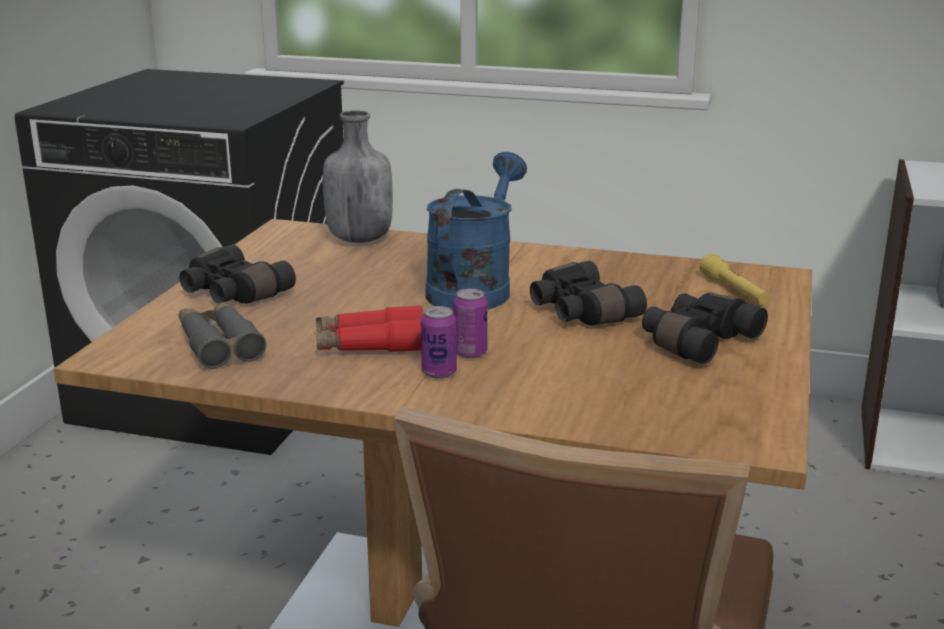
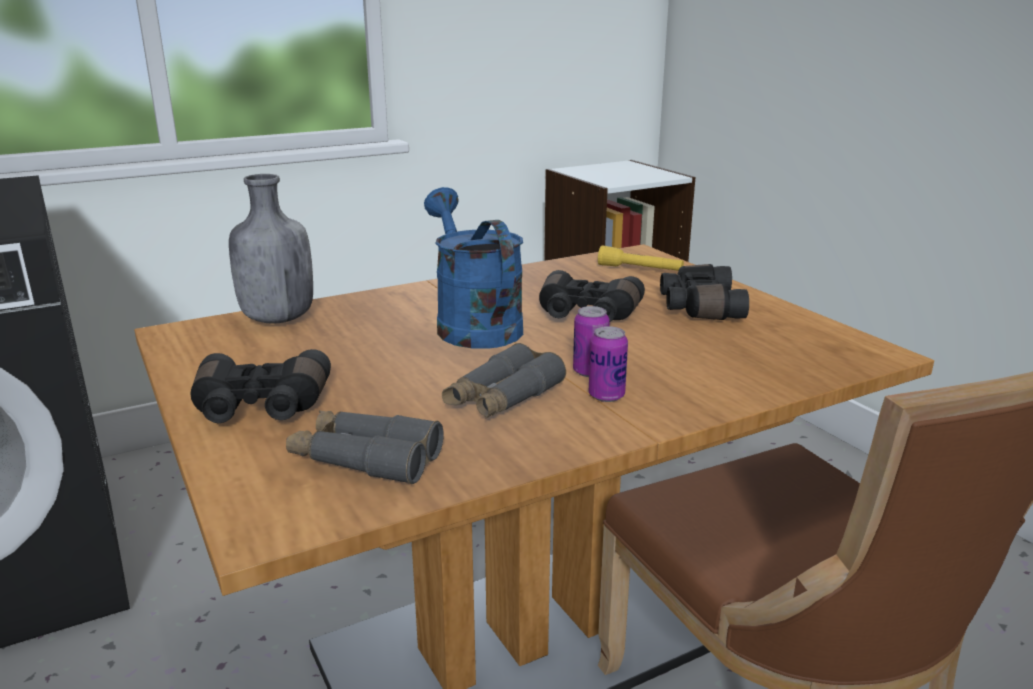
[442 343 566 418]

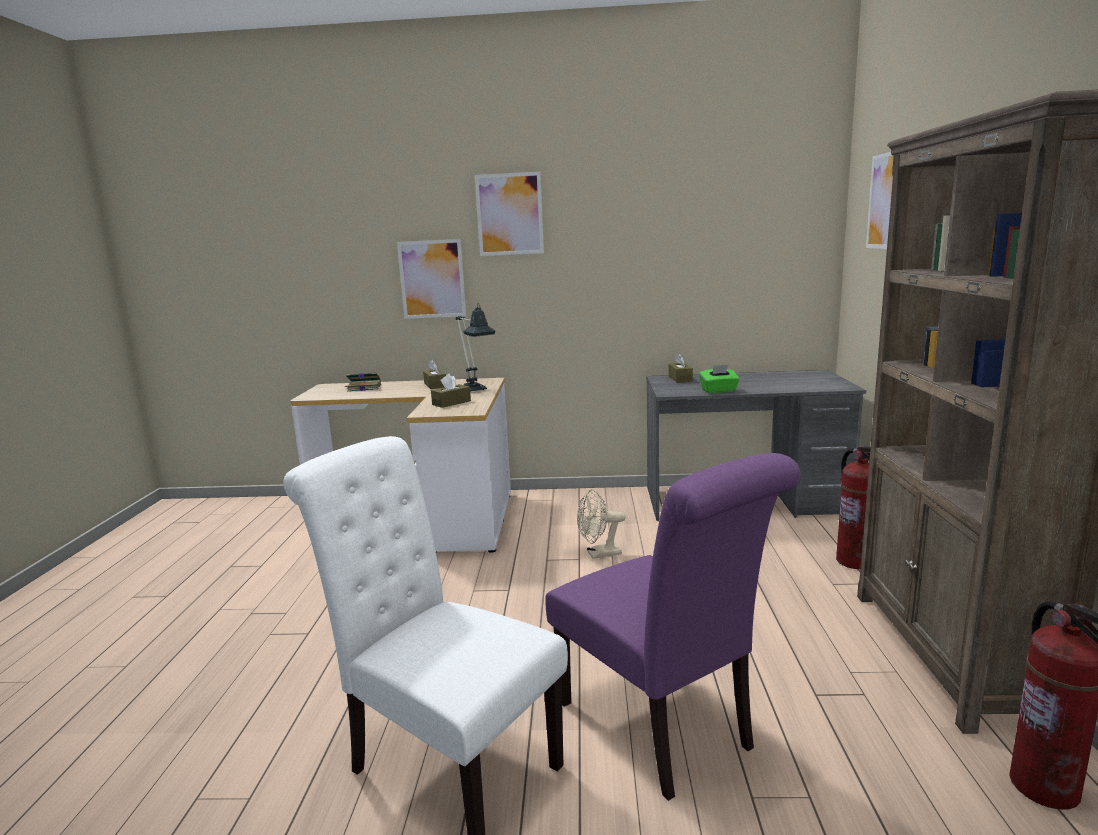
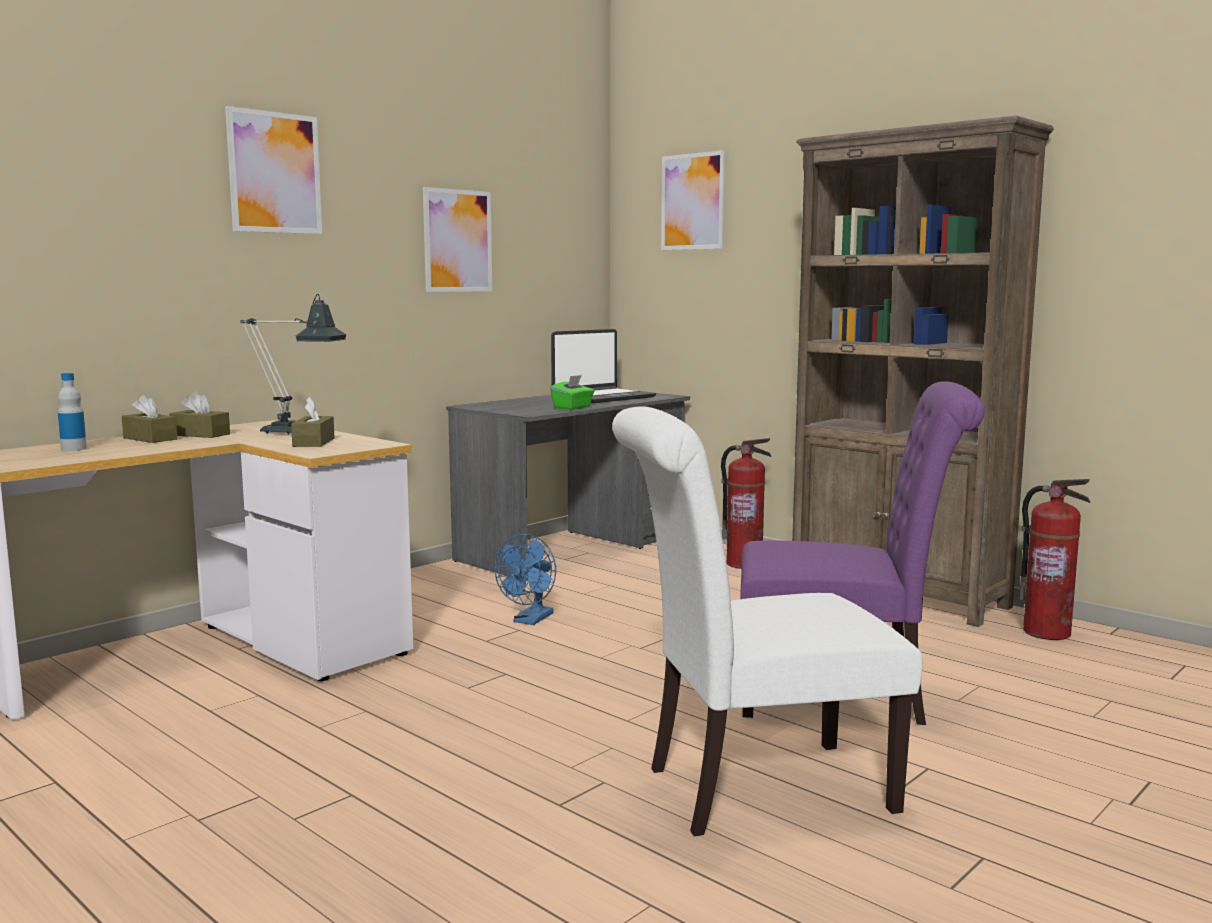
[551 329 656 403]
[423 187 492 292]
[122 394 178 443]
[58 373 87 451]
[494 534 556 625]

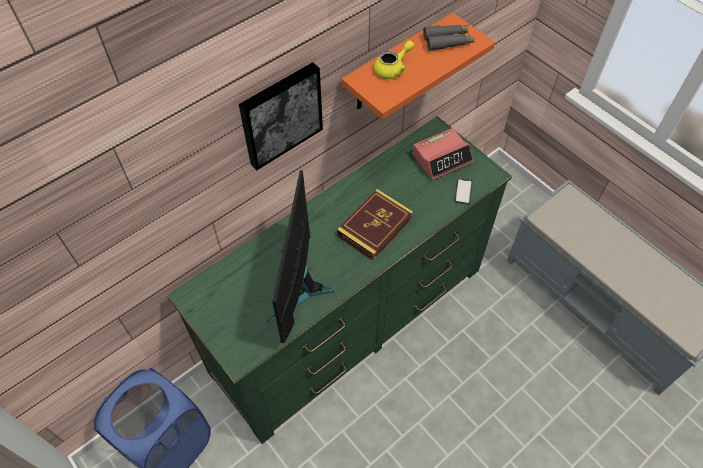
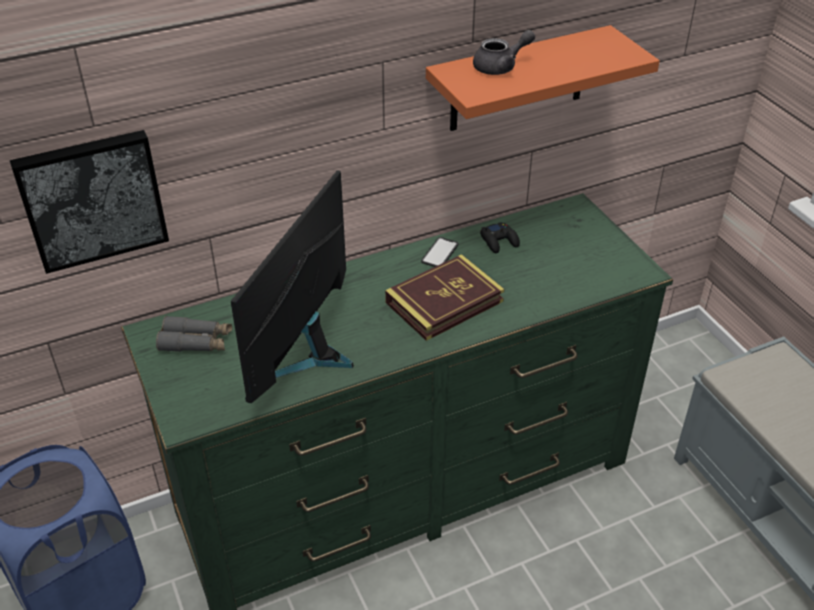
[413 128 473 180] (first image)
[480 222 520 253]
[10 130 169 274]
[156 316 232 352]
[421 237 458 267]
[473 30 535 75]

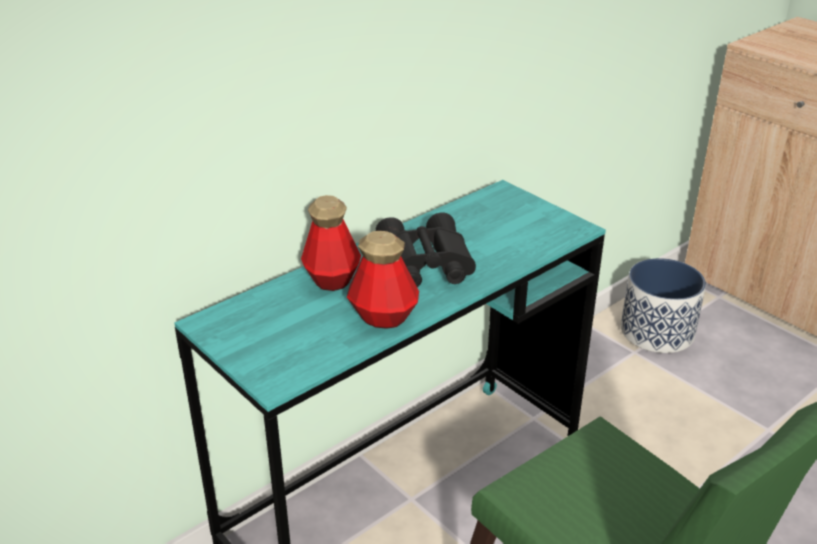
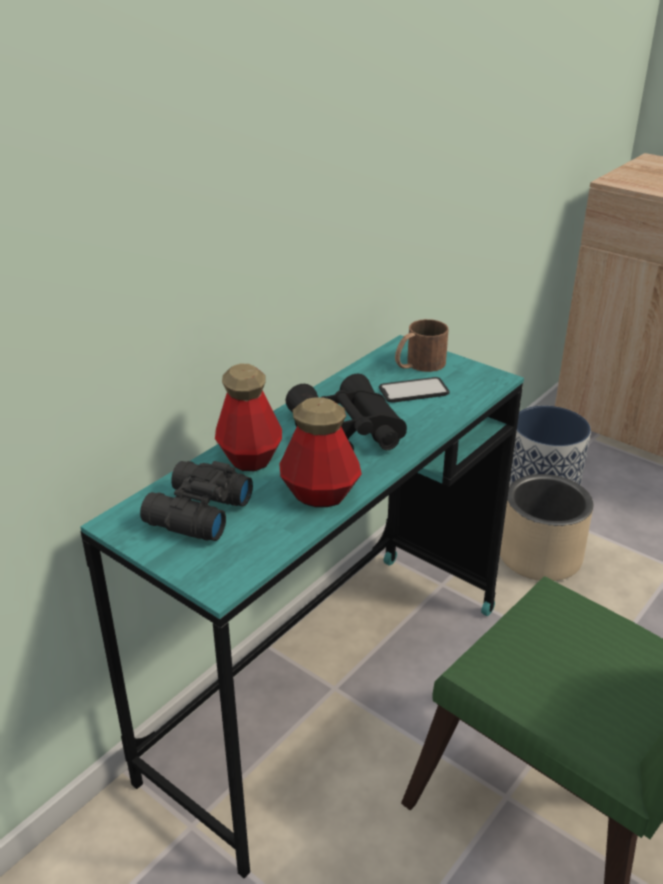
[140 461 253 541]
[379 377 450 403]
[395 319 449 372]
[500 474 593 581]

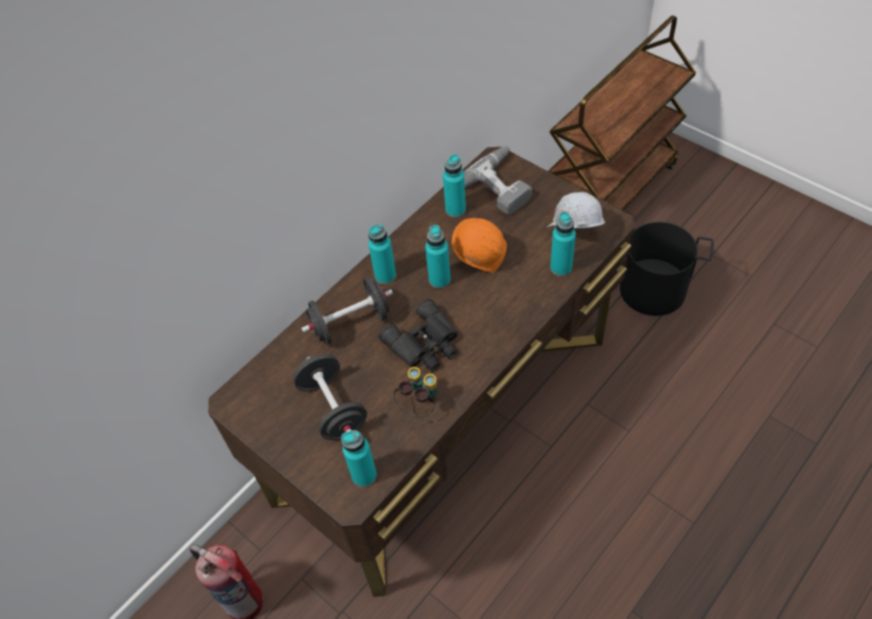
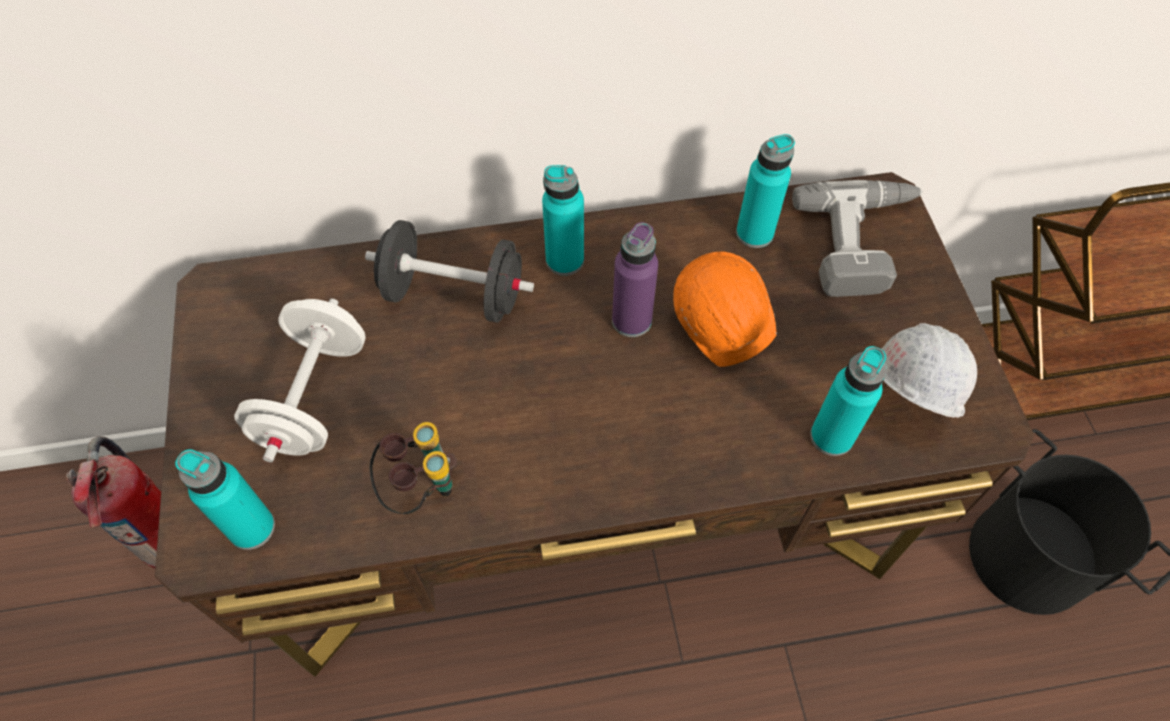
[379 299 458 372] (first image)
[234 299 366 462]
[612 222 658 337]

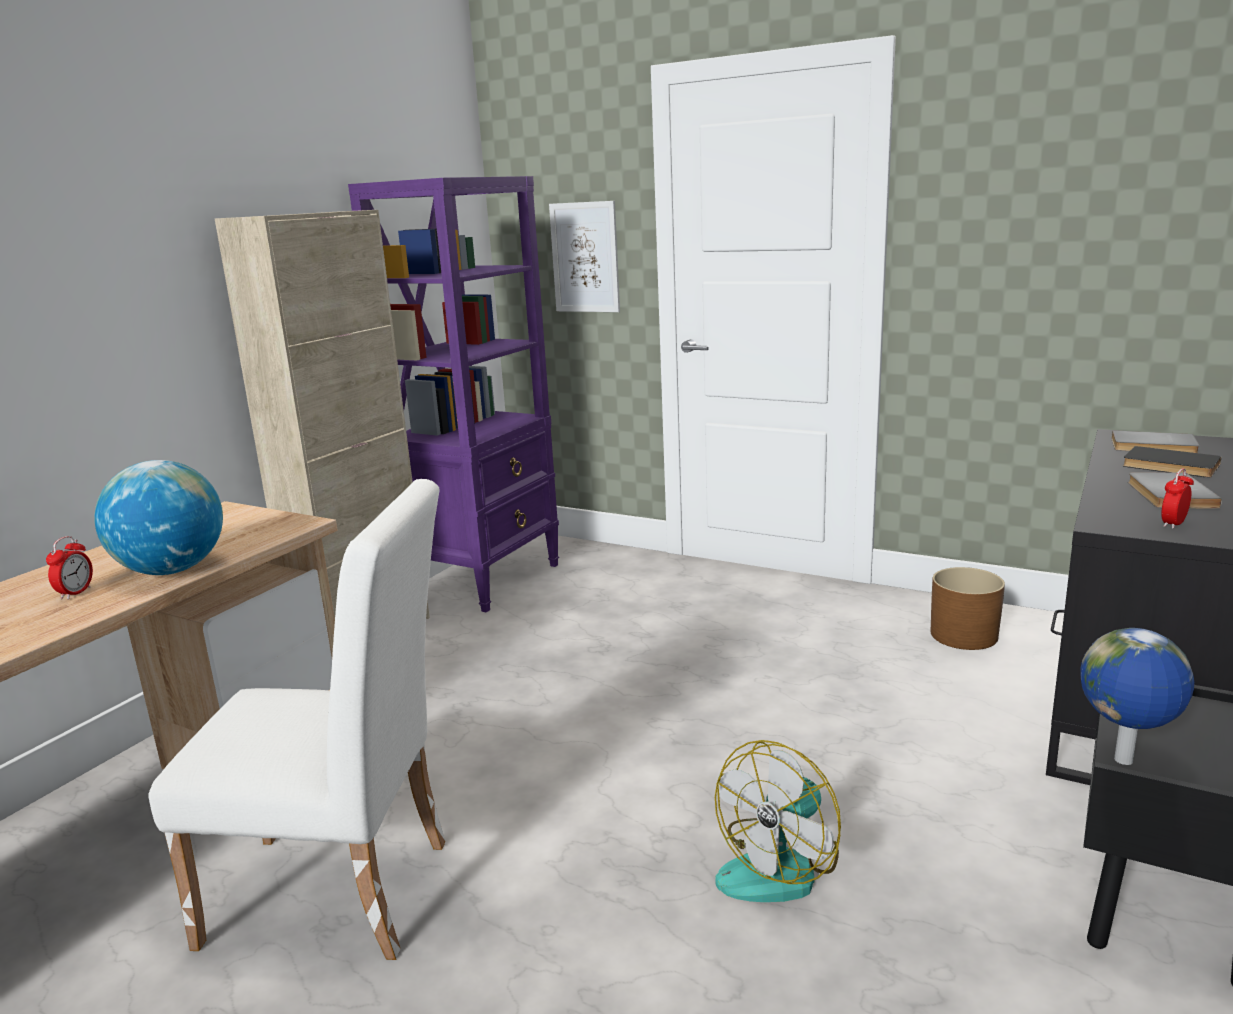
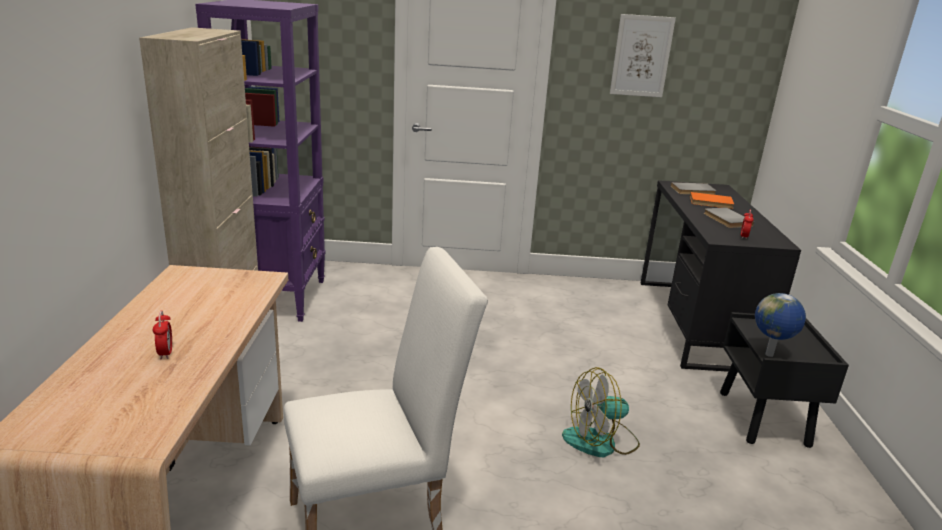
[94 460 223 575] (first image)
[931 567 1005 650] (first image)
[610 14 676 97]
[690 192 734 209]
[562 367 640 457]

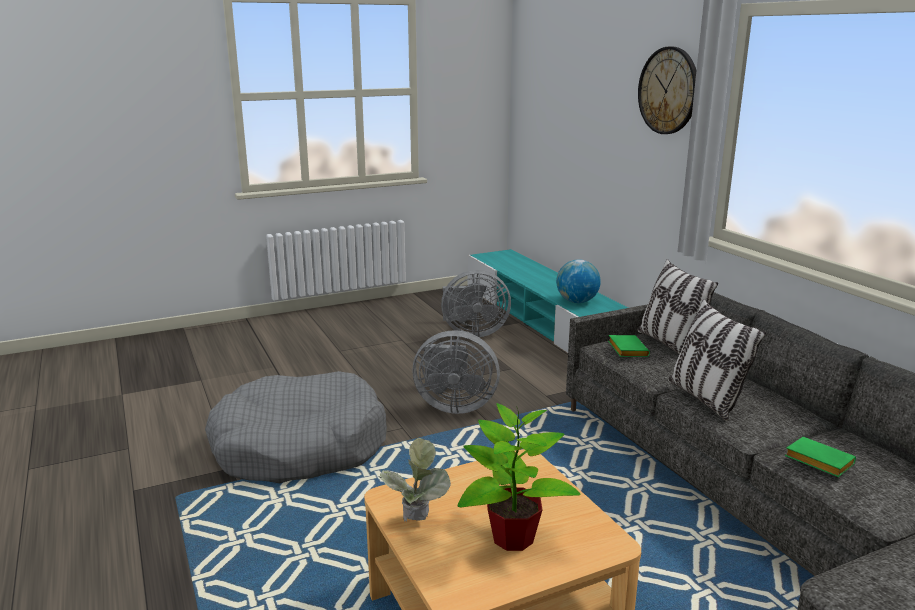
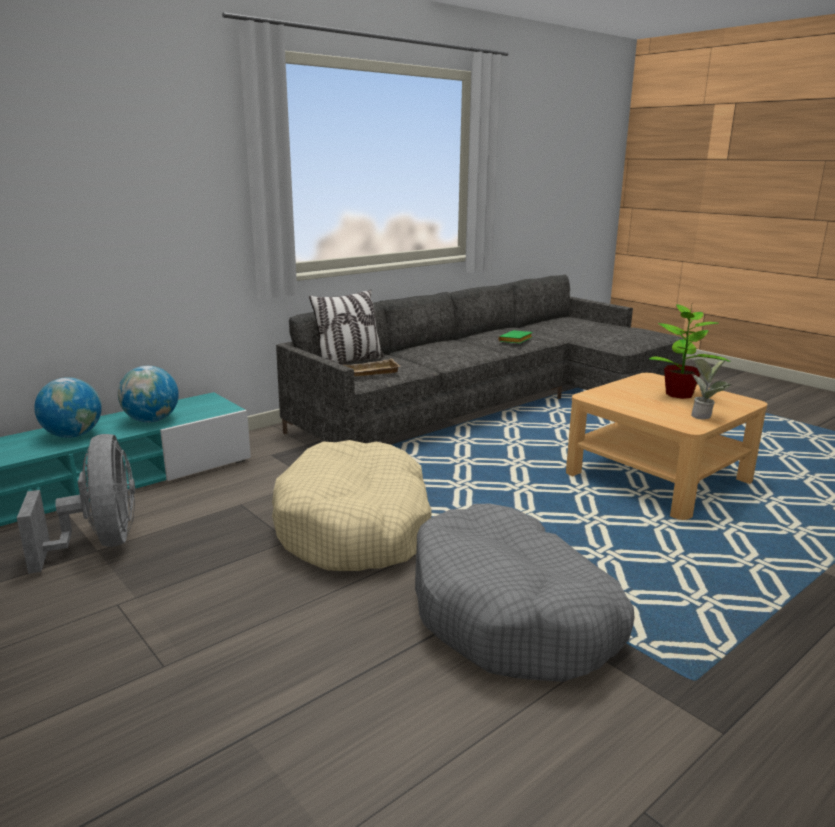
[638 47 696 134] (first image)
[668 299 766 421] (first image)
[34 377 102 438]
[272 440 432 571]
[344 358 400 376]

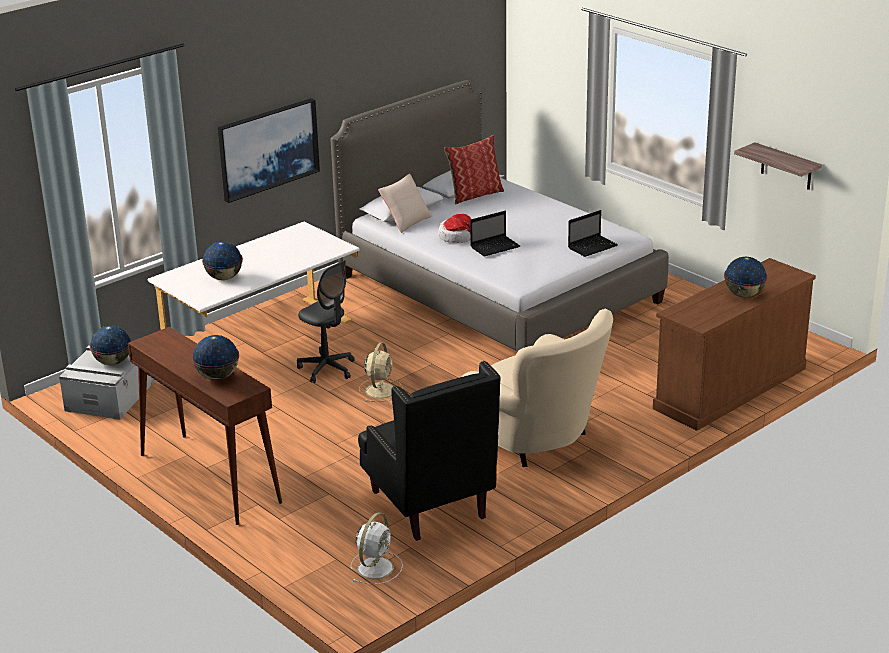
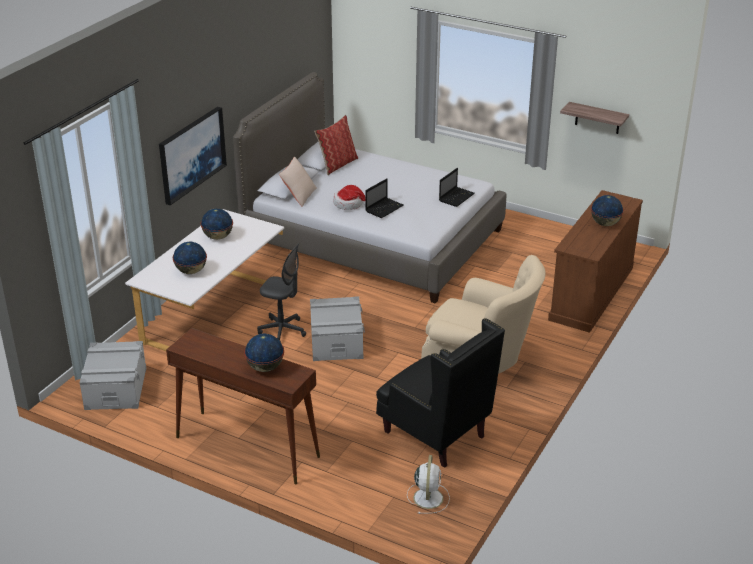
[201 209 233 240]
[310 296 365 361]

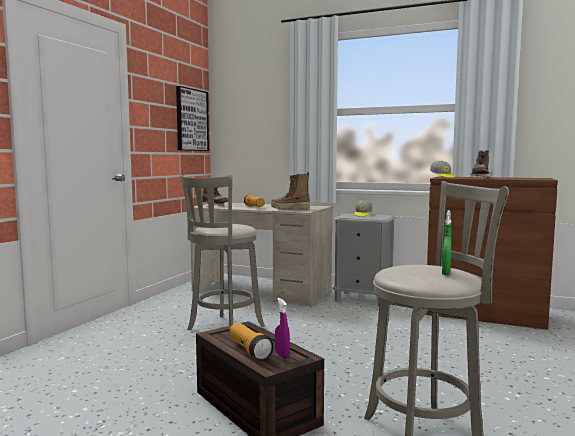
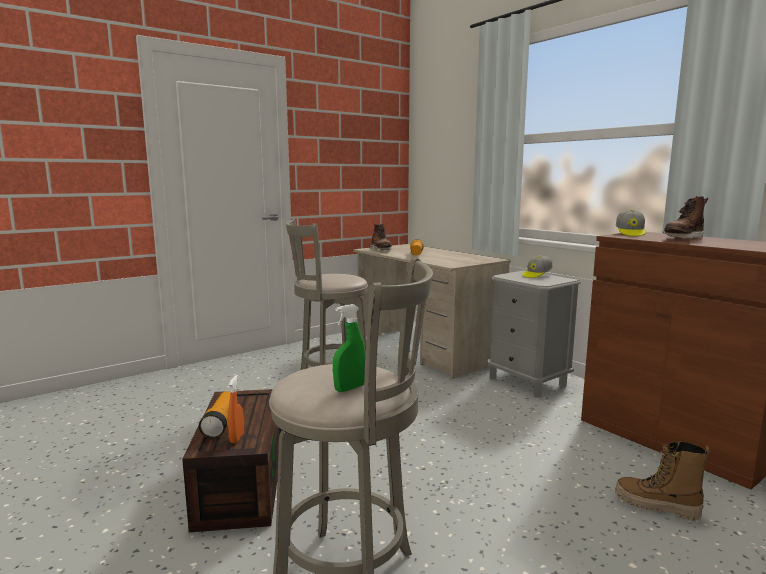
[176 86 209 151] (first image)
[616 441 710 520]
[228 375 244 443]

